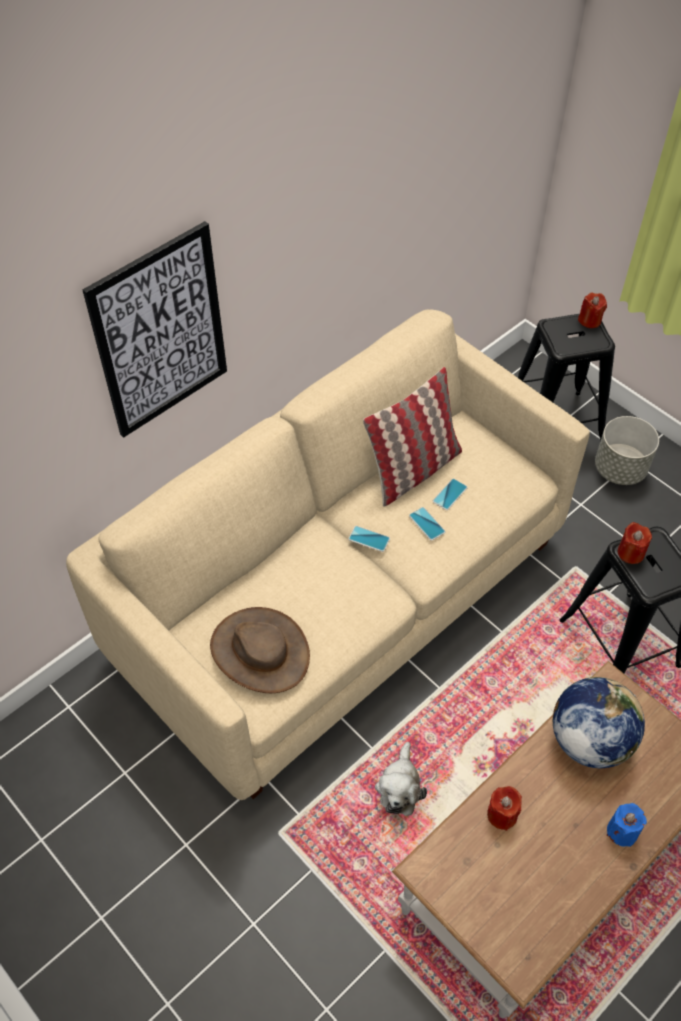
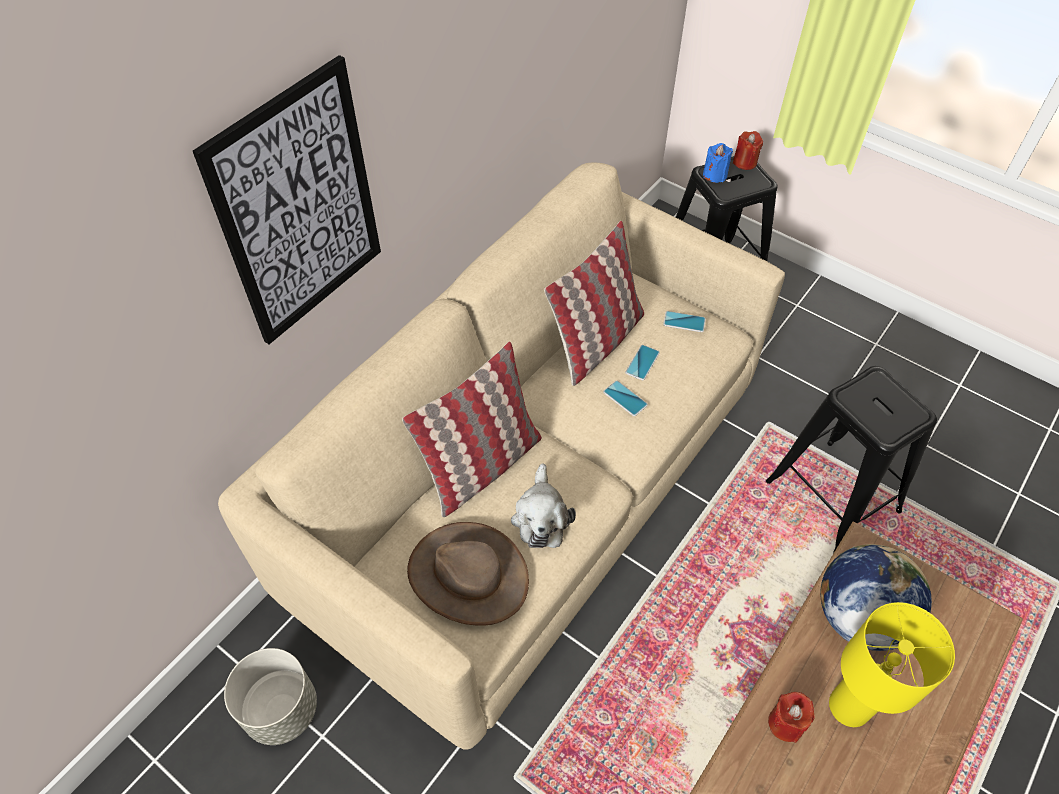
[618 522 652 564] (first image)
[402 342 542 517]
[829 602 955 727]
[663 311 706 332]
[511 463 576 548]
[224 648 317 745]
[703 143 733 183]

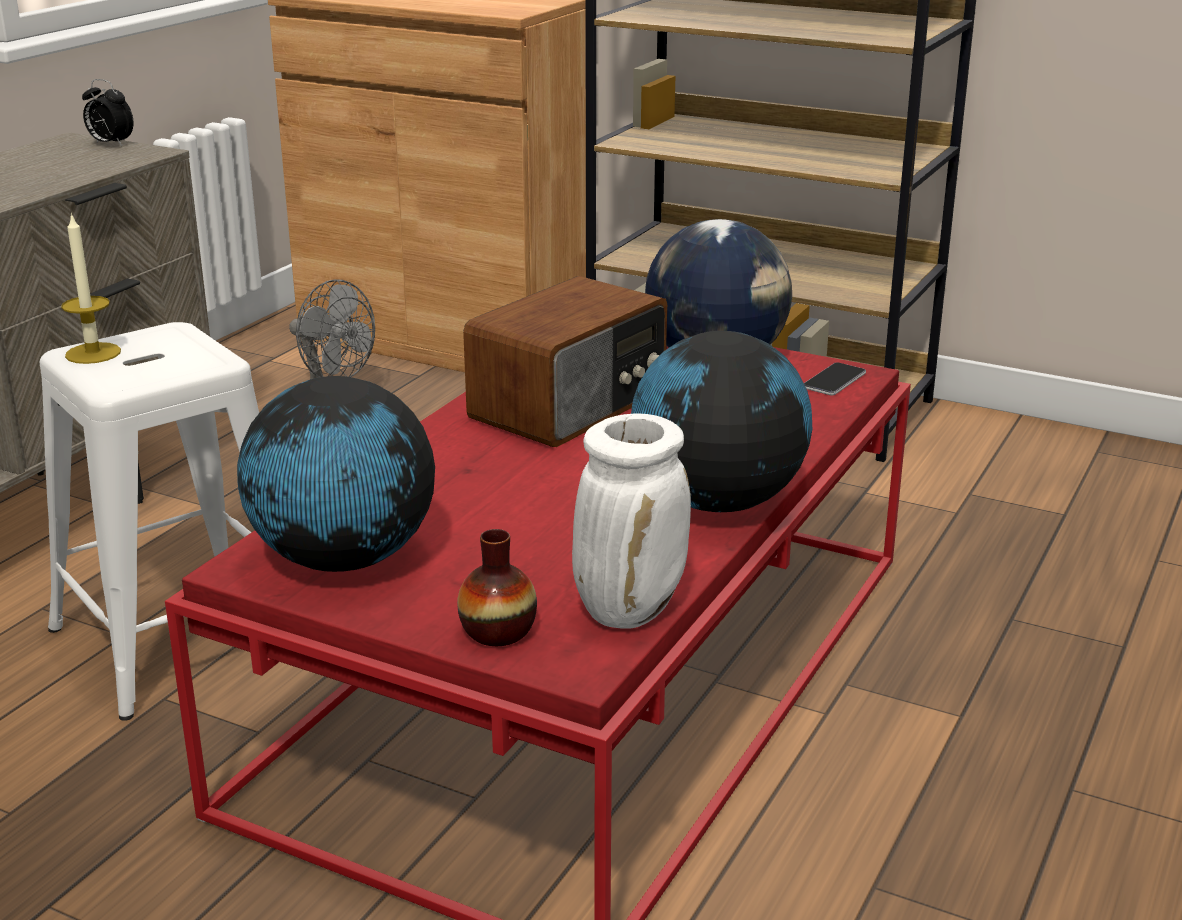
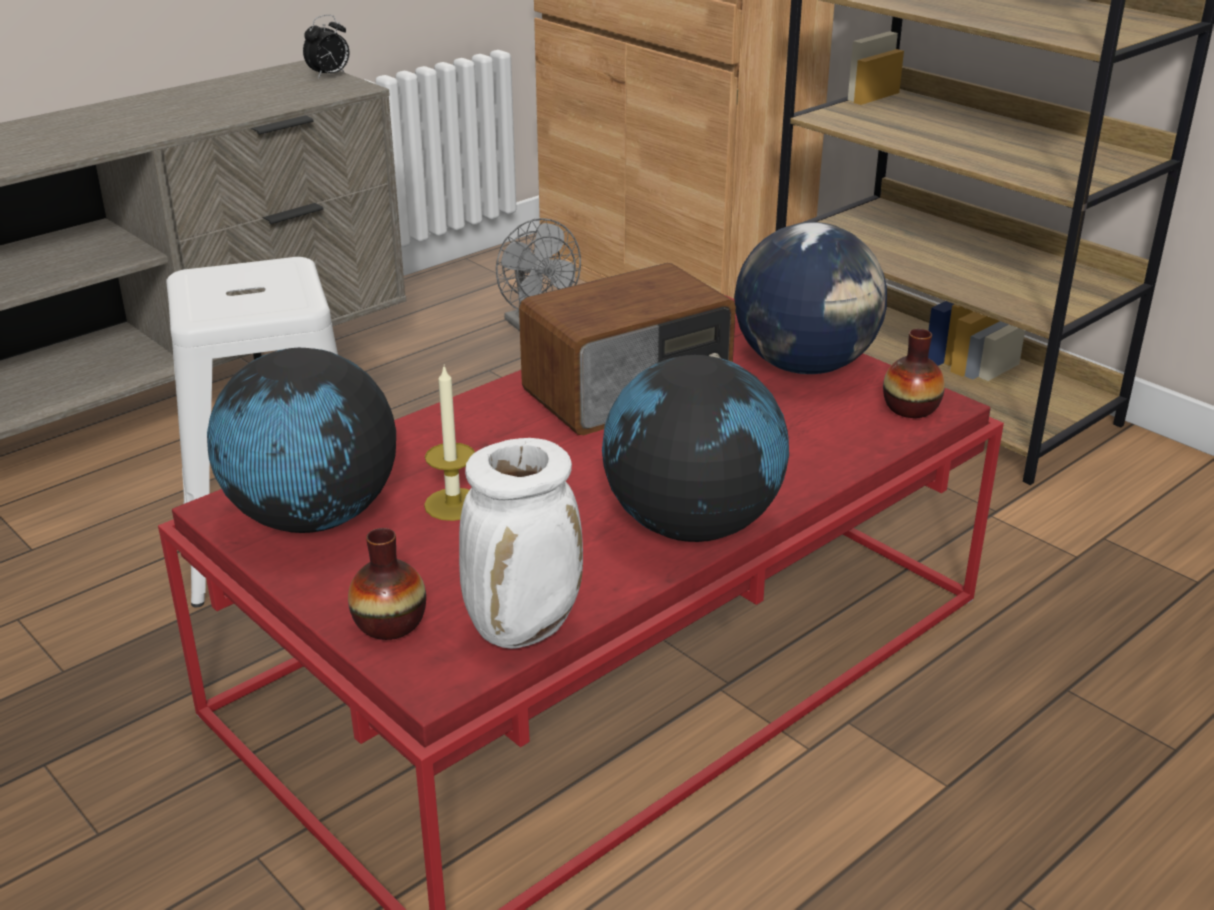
[424 364 475 521]
[883 329 945 418]
[303 15 349 79]

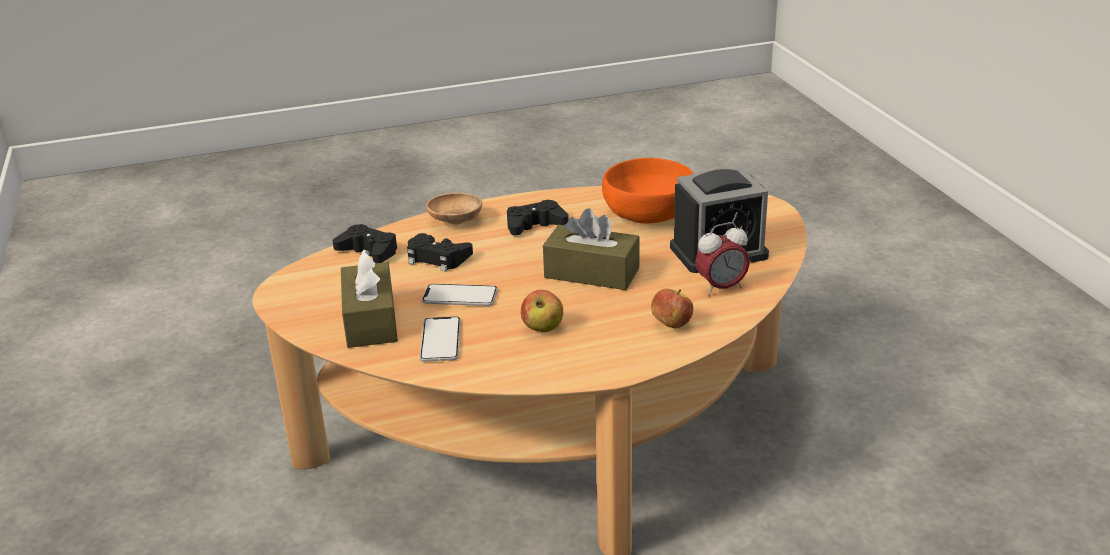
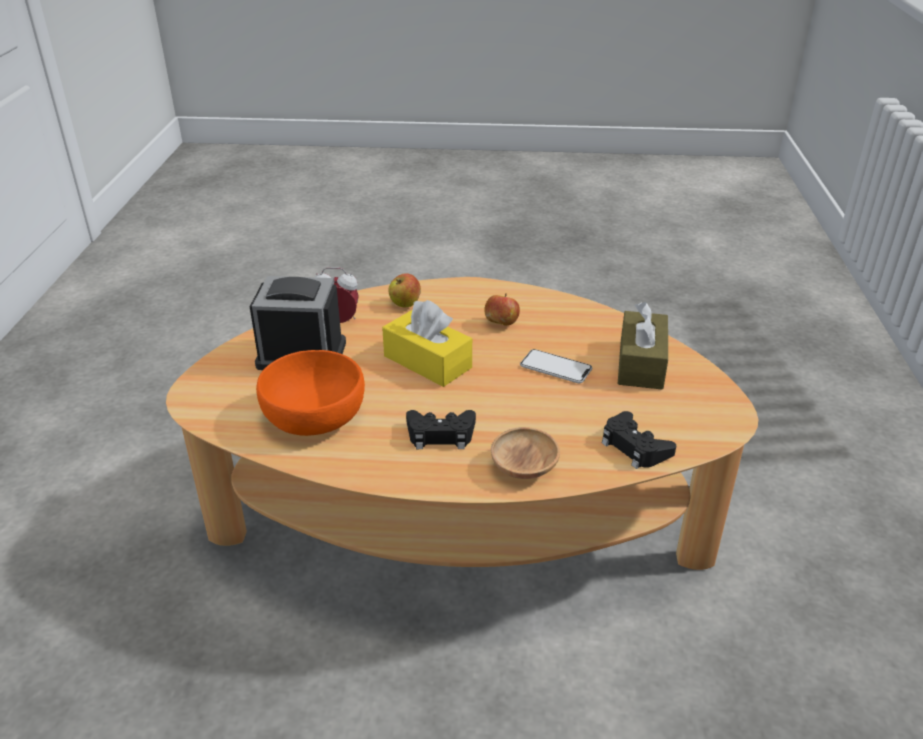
[407 233 473 272] (first image)
[419 316 461 362] (first image)
[382 300 472 387]

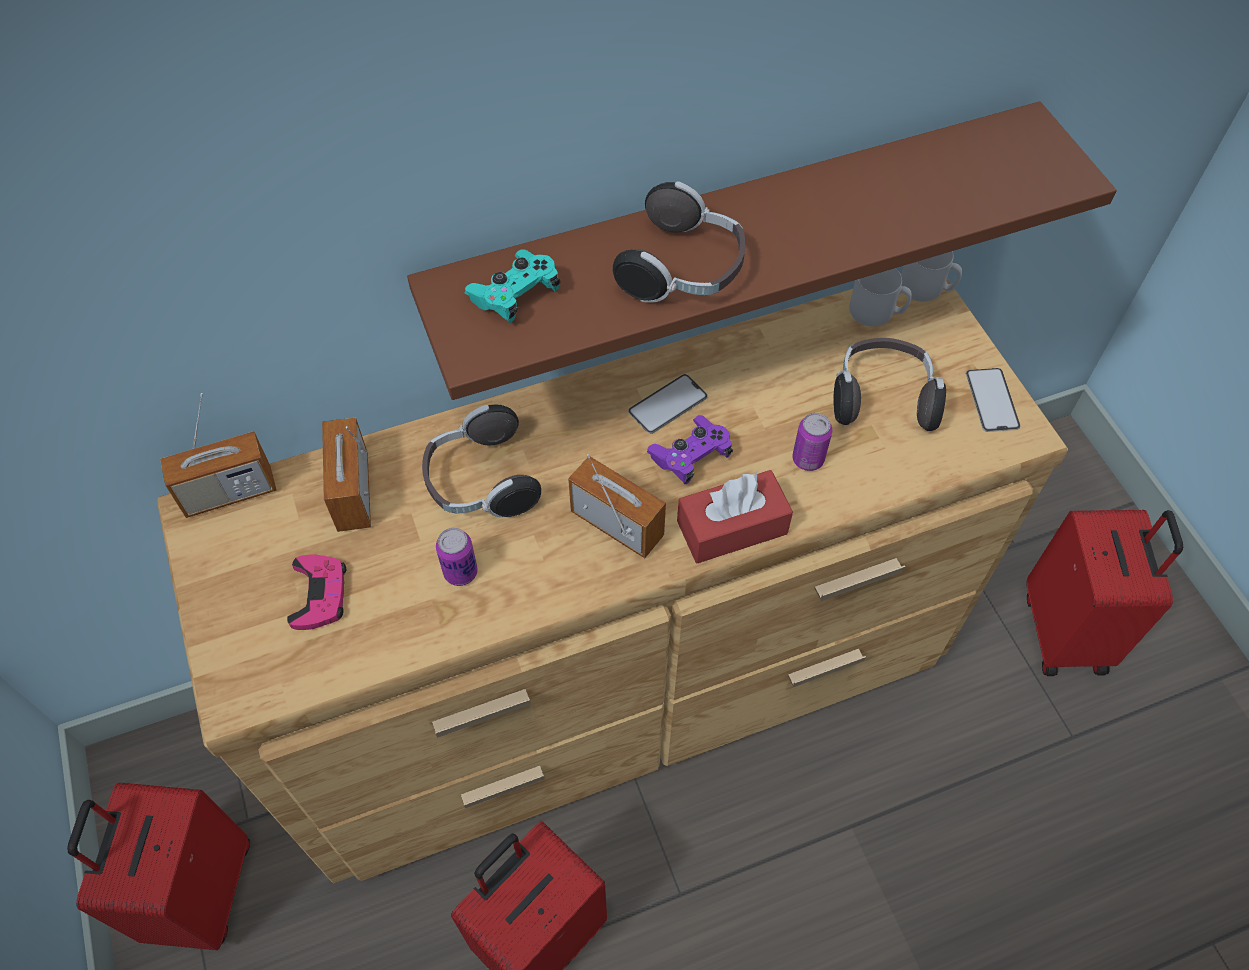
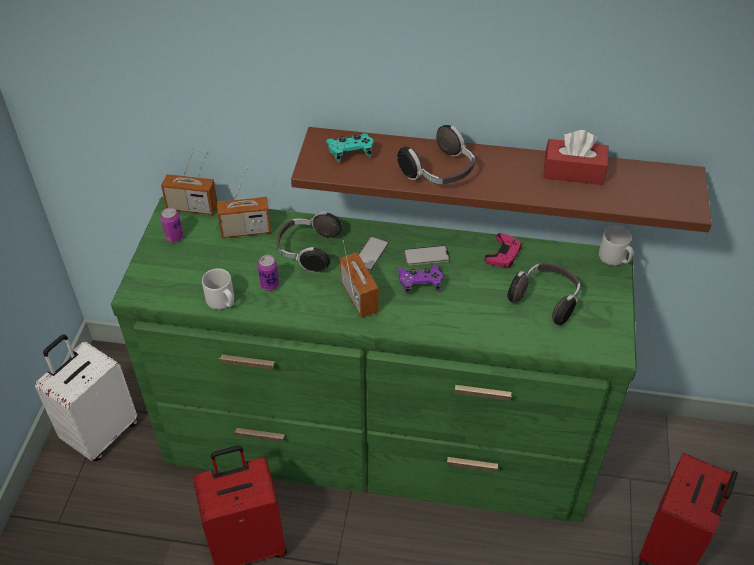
[484 233 522 267]
[543 130 608 185]
[160 208 183 243]
[202 268 234 310]
[358 236 389 271]
[35 334 138 461]
[111 197 637 522]
[217 167 271 238]

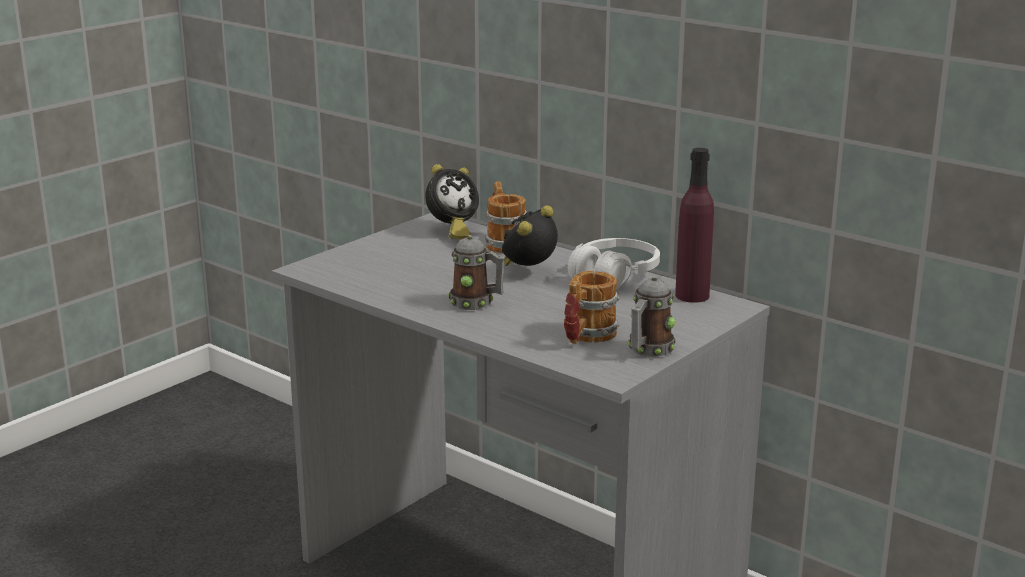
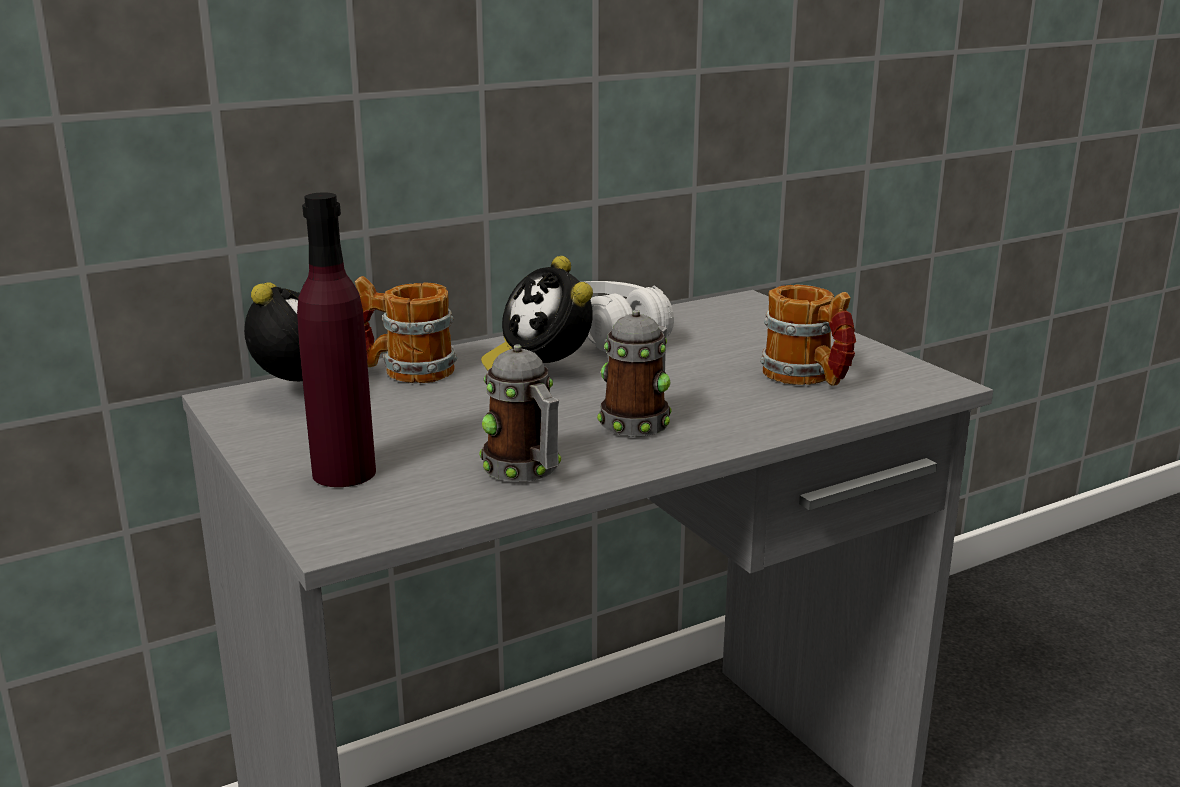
[479 344 561 482]
[297 193 376 487]

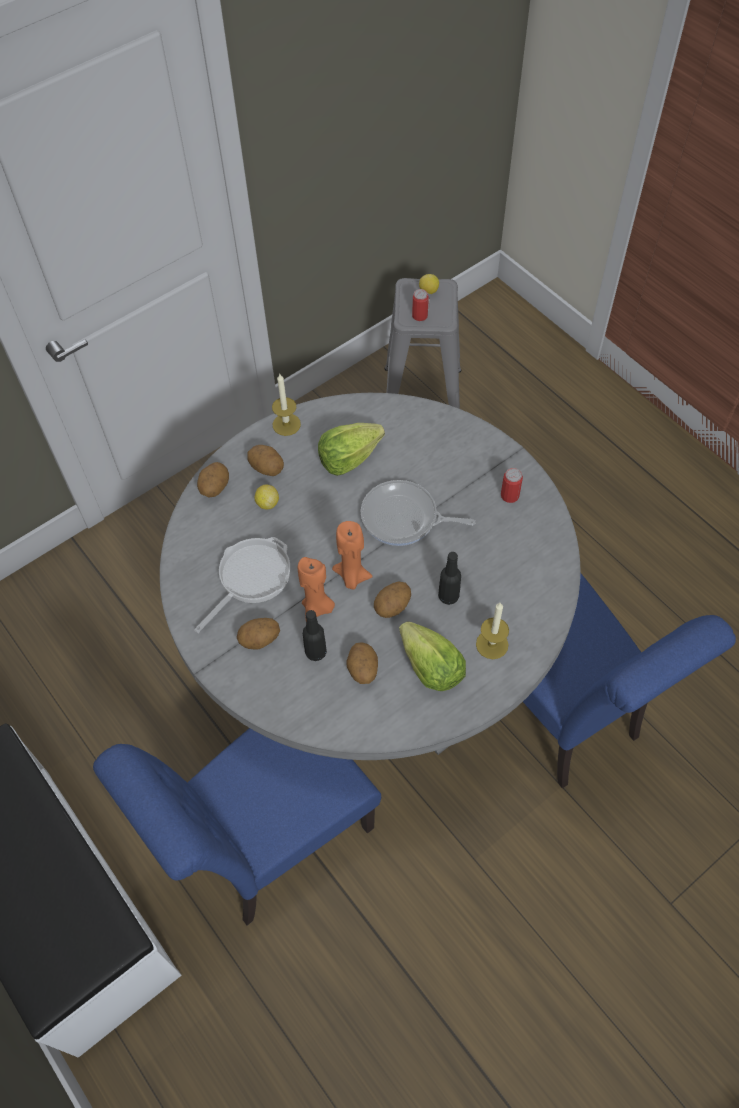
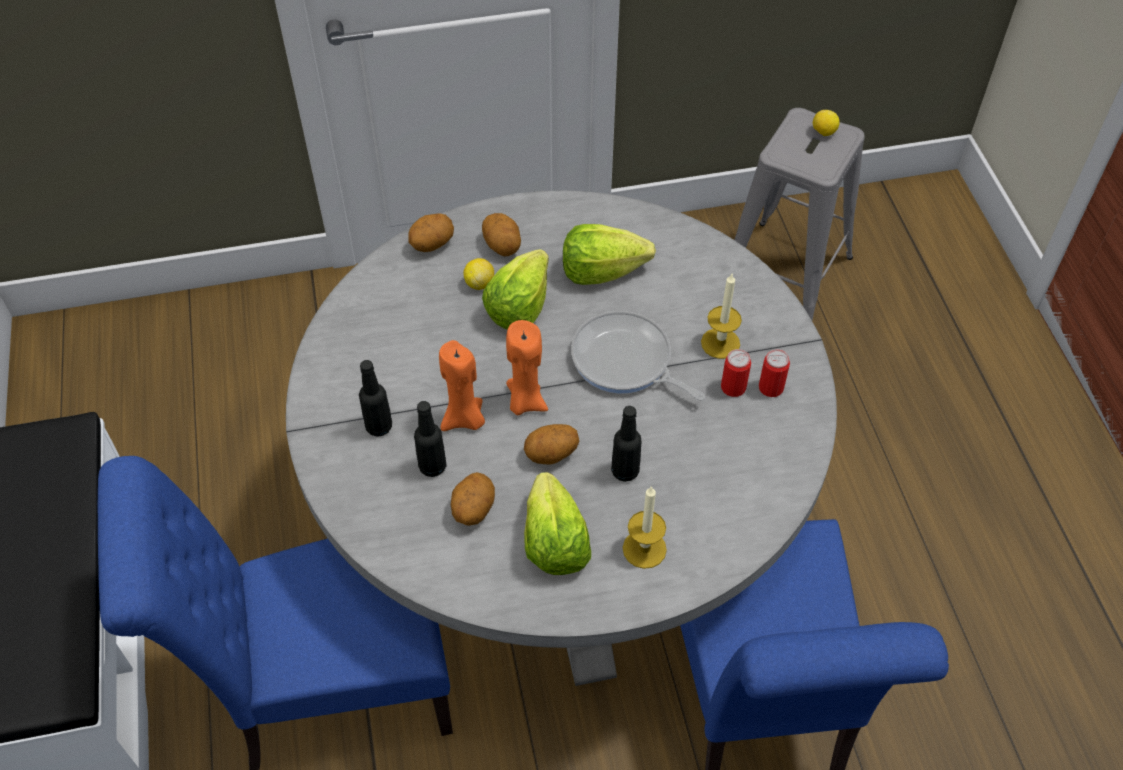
[194 537 290 633] (first image)
[482 249 549 330]
[701 274 742 359]
[721 349 751 397]
[359 360 392 437]

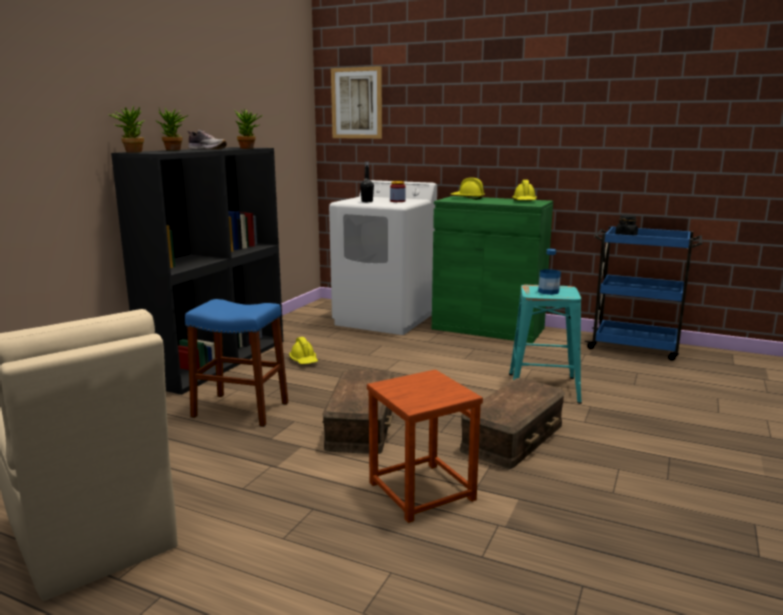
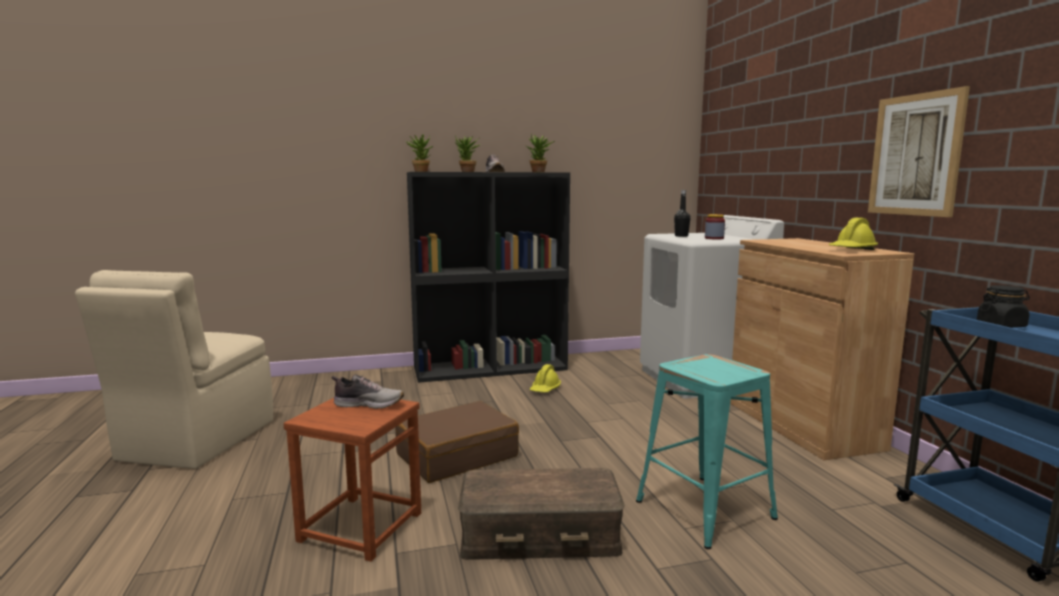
[185 299 288 427] (first image)
[451 177 485 200] (first image)
[538 249 561 295] (first image)
[331 374 404 409]
[868 86 970 217]
[395 401 519 483]
[730 238 914 460]

